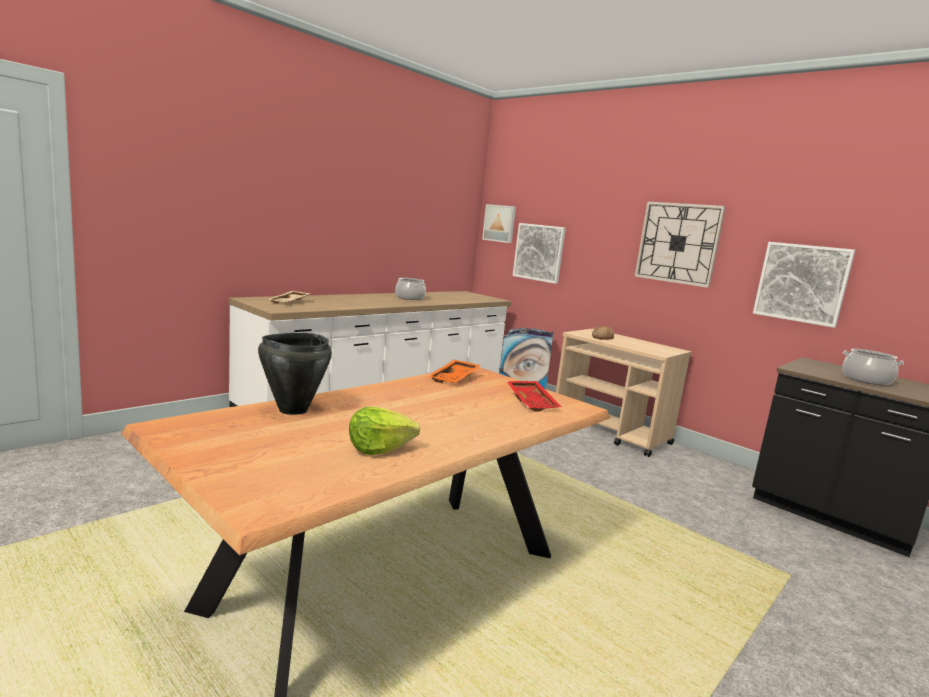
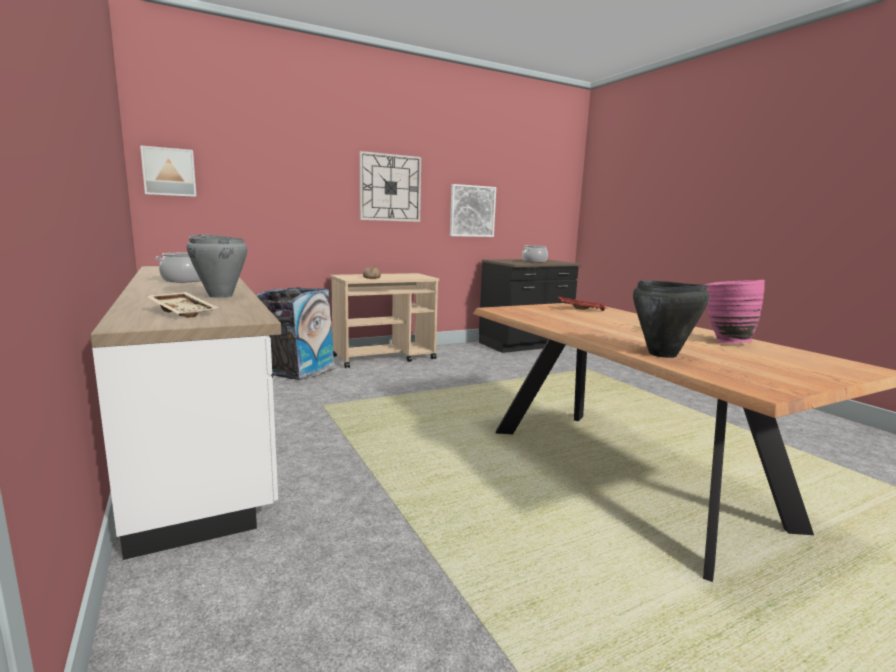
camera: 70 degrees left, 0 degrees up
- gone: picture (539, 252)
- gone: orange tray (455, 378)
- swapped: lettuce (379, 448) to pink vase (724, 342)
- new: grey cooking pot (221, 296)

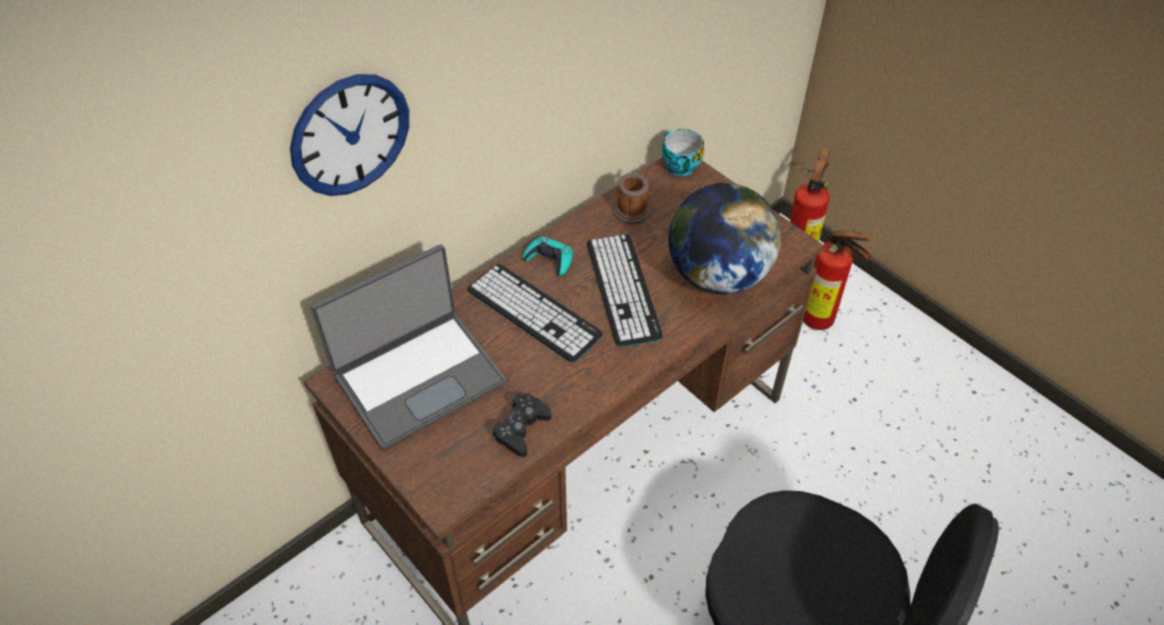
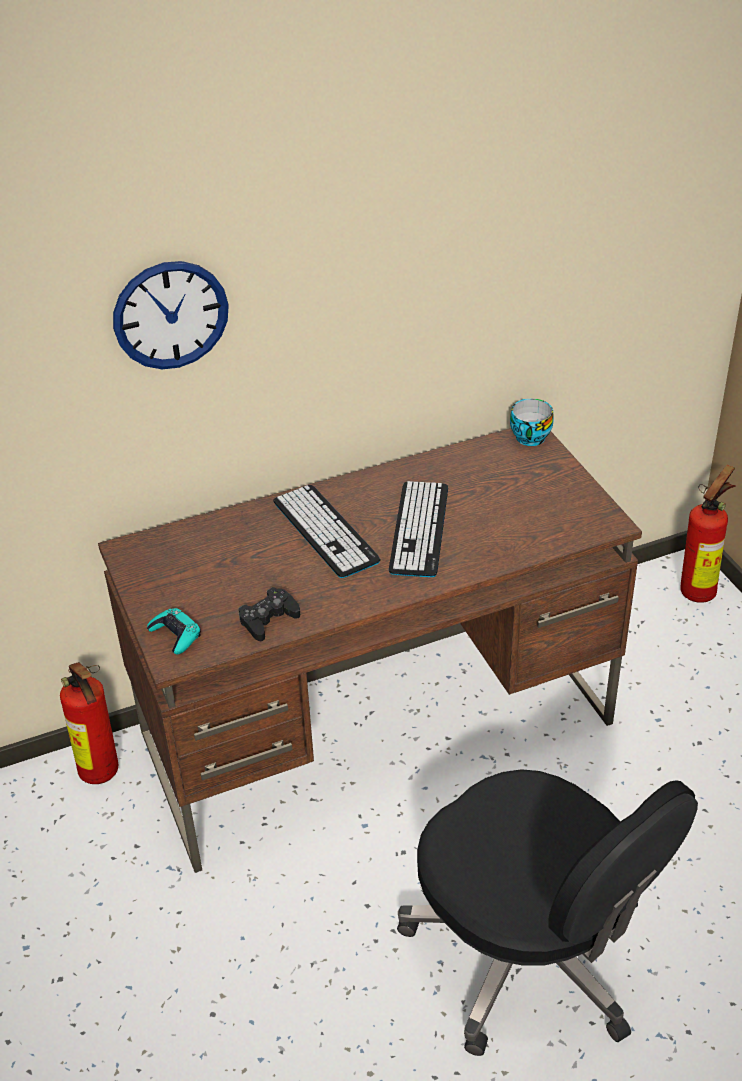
camera: 20 degrees right, 10 degrees down
- gone: mug (633, 208)
- gone: globe (717, 275)
- shifted: fire extinguisher (821, 322) to (101, 775)
- shifted: turquoise game controller (549, 259) to (176, 635)
- gone: laptop (419, 378)

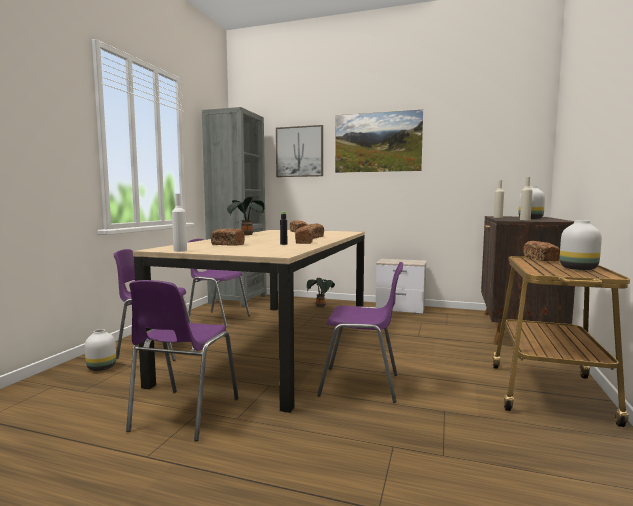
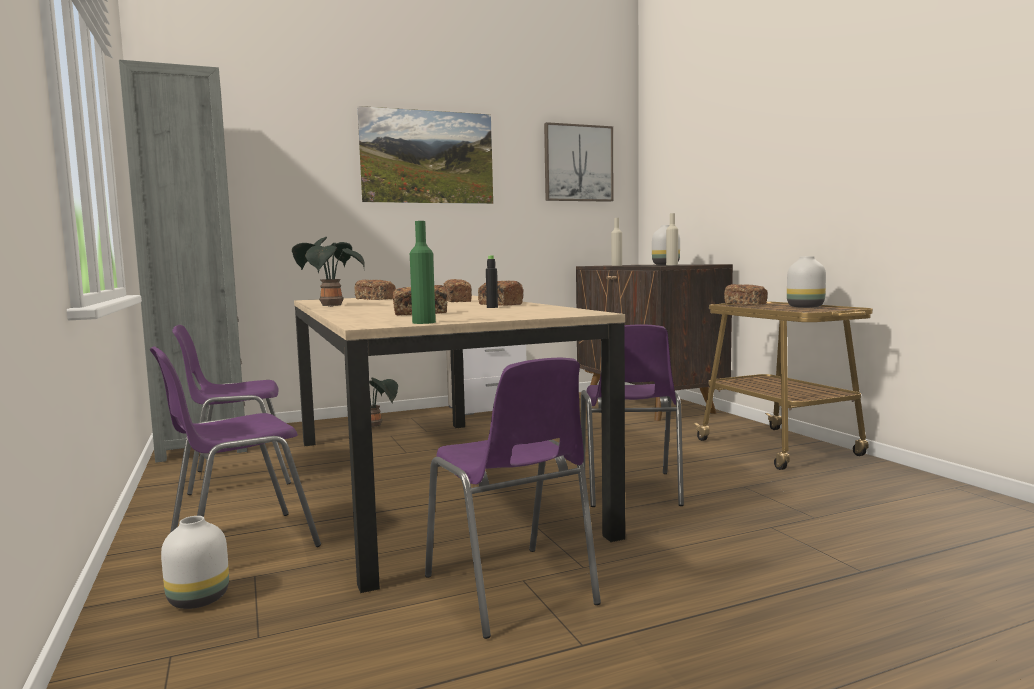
camera: 40 degrees left, 0 degrees up
- shifted: picture (299, 152) to (578, 163)
- repainted: white bottle (180, 250) to green bottle (424, 322)
- rotated: purple chair (362, 385) = (629, 490) 120 degrees clockwise

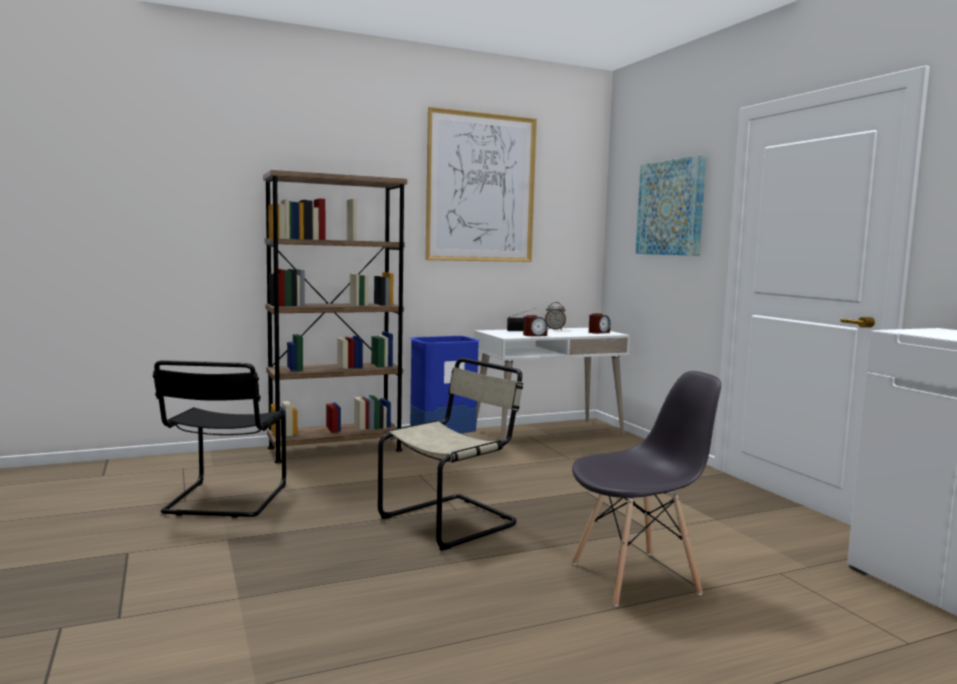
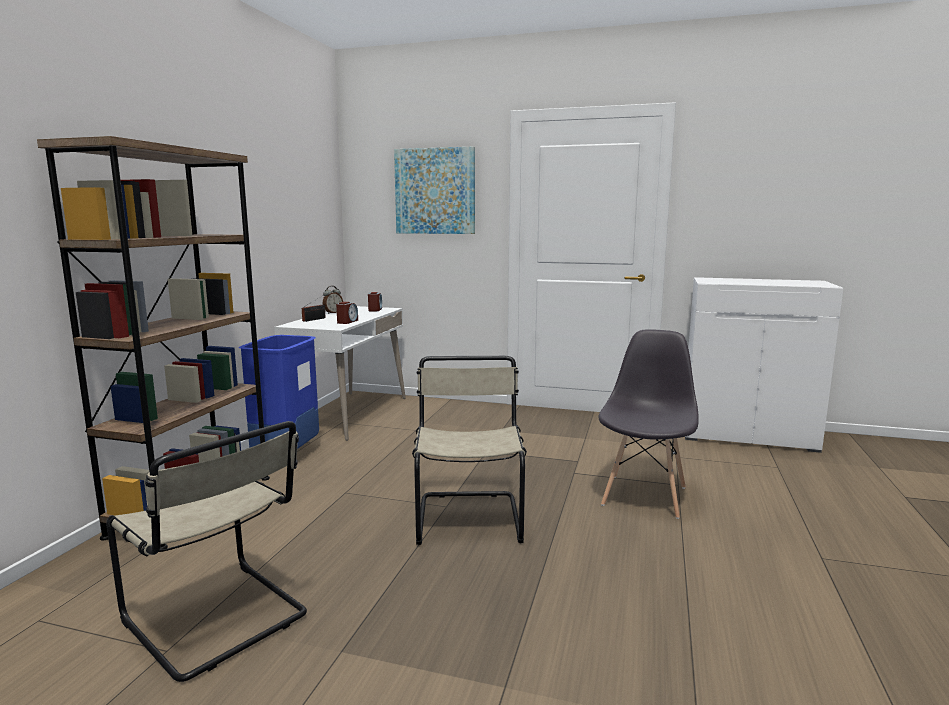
camera: 50 degrees left, 5 degrees up
- gone: picture (481, 188)
- repainted: black chair (224, 501) to beige chair (219, 620)

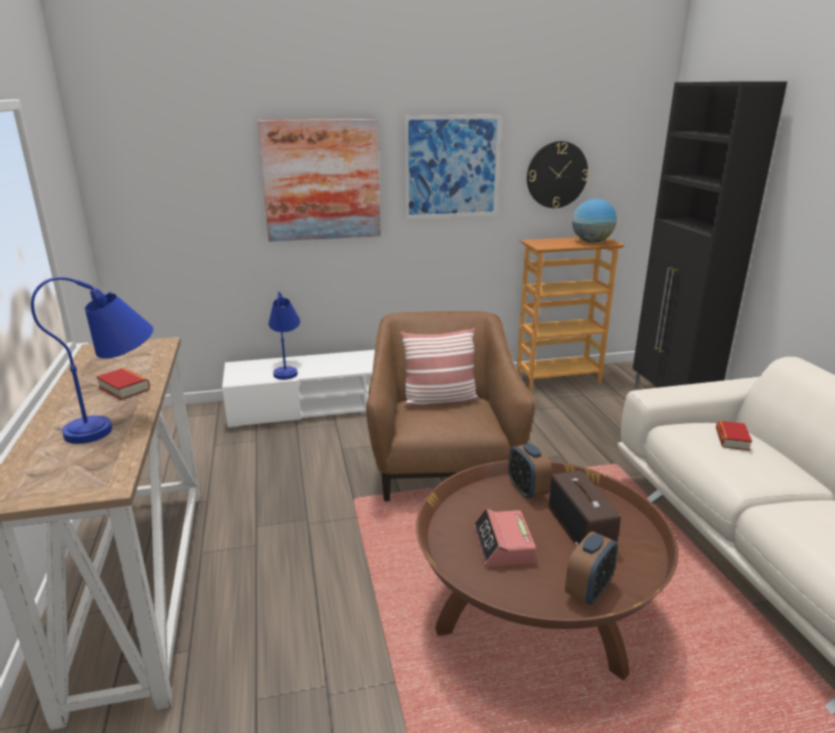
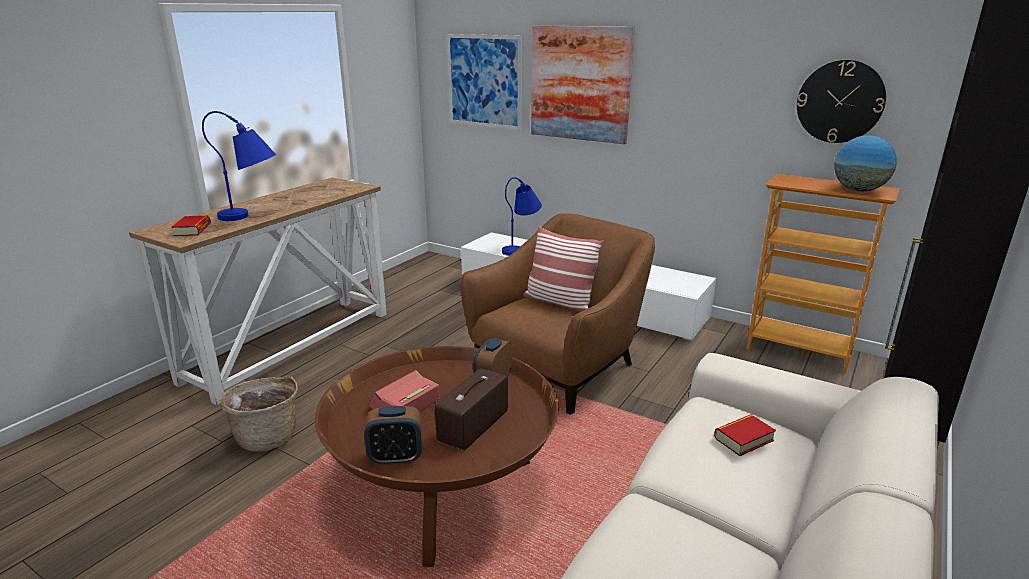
camera: 45 degrees right, 0 degrees up
- shifted: picture (452, 167) to (484, 81)
- shifted: book (124, 388) to (192, 230)
- new: basket (268, 436)

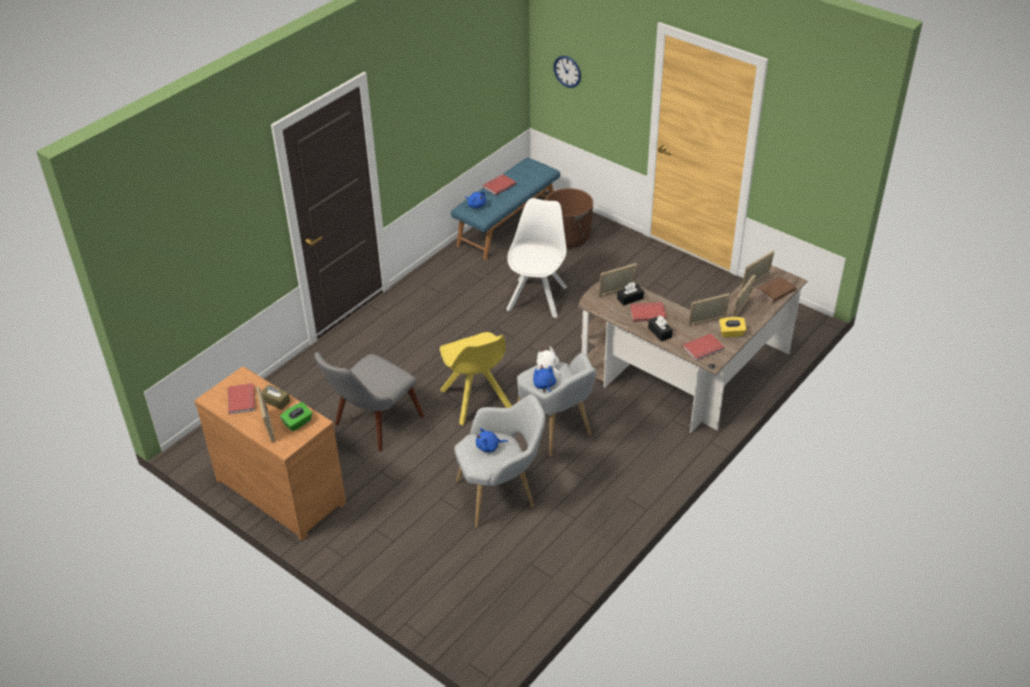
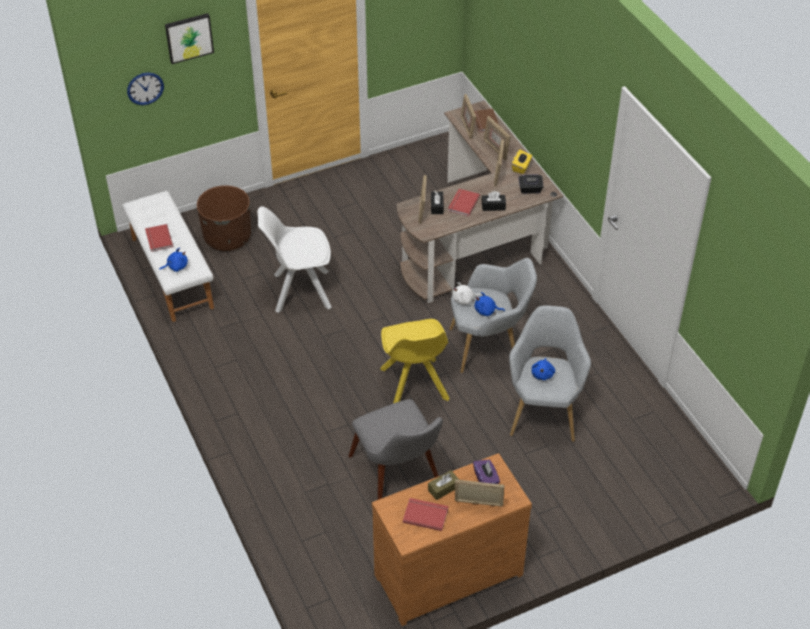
camera: 65 degrees left, 5 degrees up
- repainted: blue bench (507, 225) to white bench (171, 273)
- rotated: white chair (537, 297) = (300, 291) 45 degrees counterclockwise
- rotated: yellow chair (476, 400) = (414, 386) 75 degrees clockwise
- swapped: red book (704, 349) to black tissue box (530, 190)
- repainted: green tissue box (298, 423) to purple tissue box (486, 479)
- new: picture (189, 37)

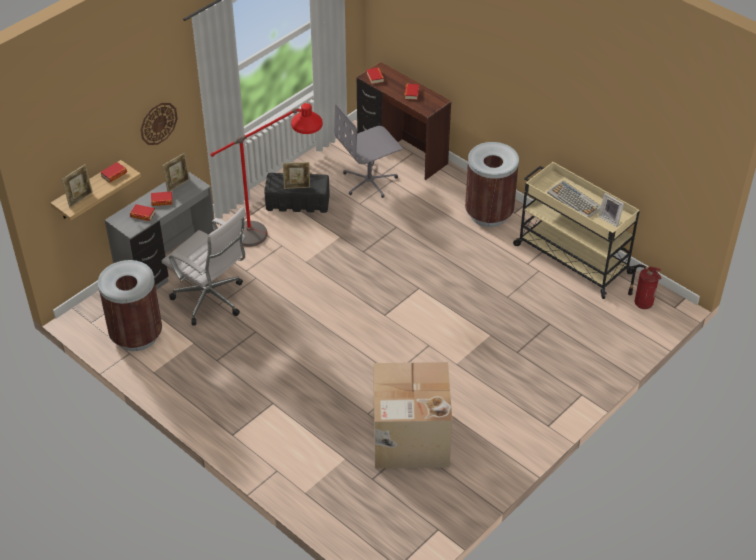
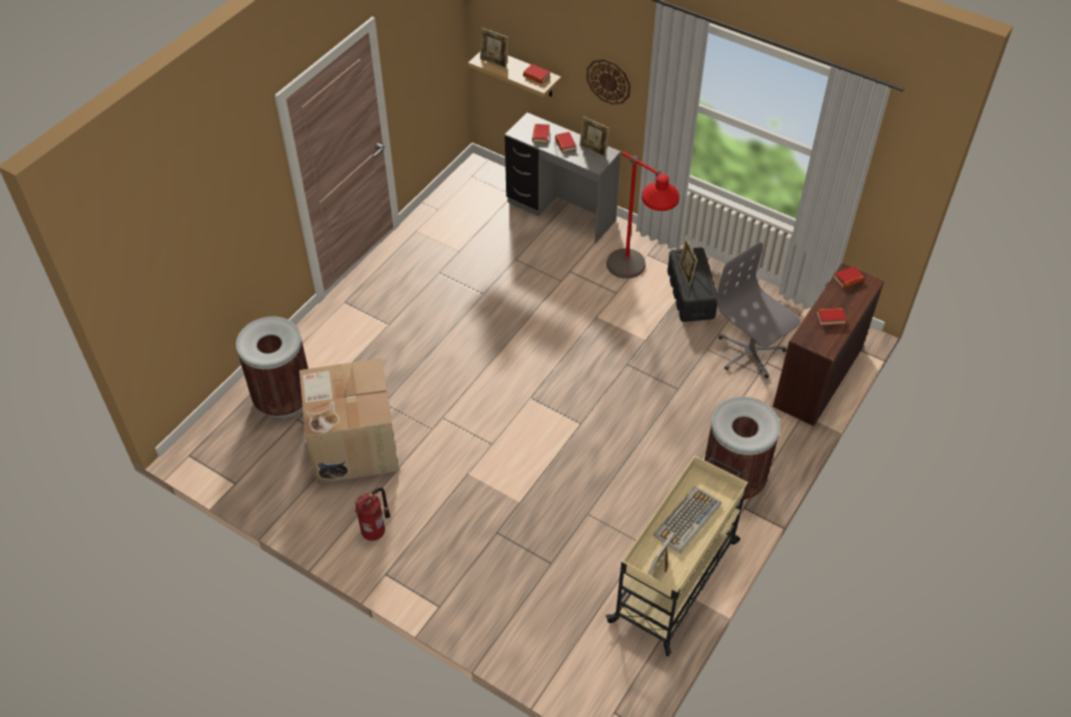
camera: 80 degrees right, 5 degrees up
- gone: white office chair (212, 301)
- shifted: brown trash can (136, 335) to (283, 399)
- shifted: fire extinguisher (642, 303) to (375, 531)

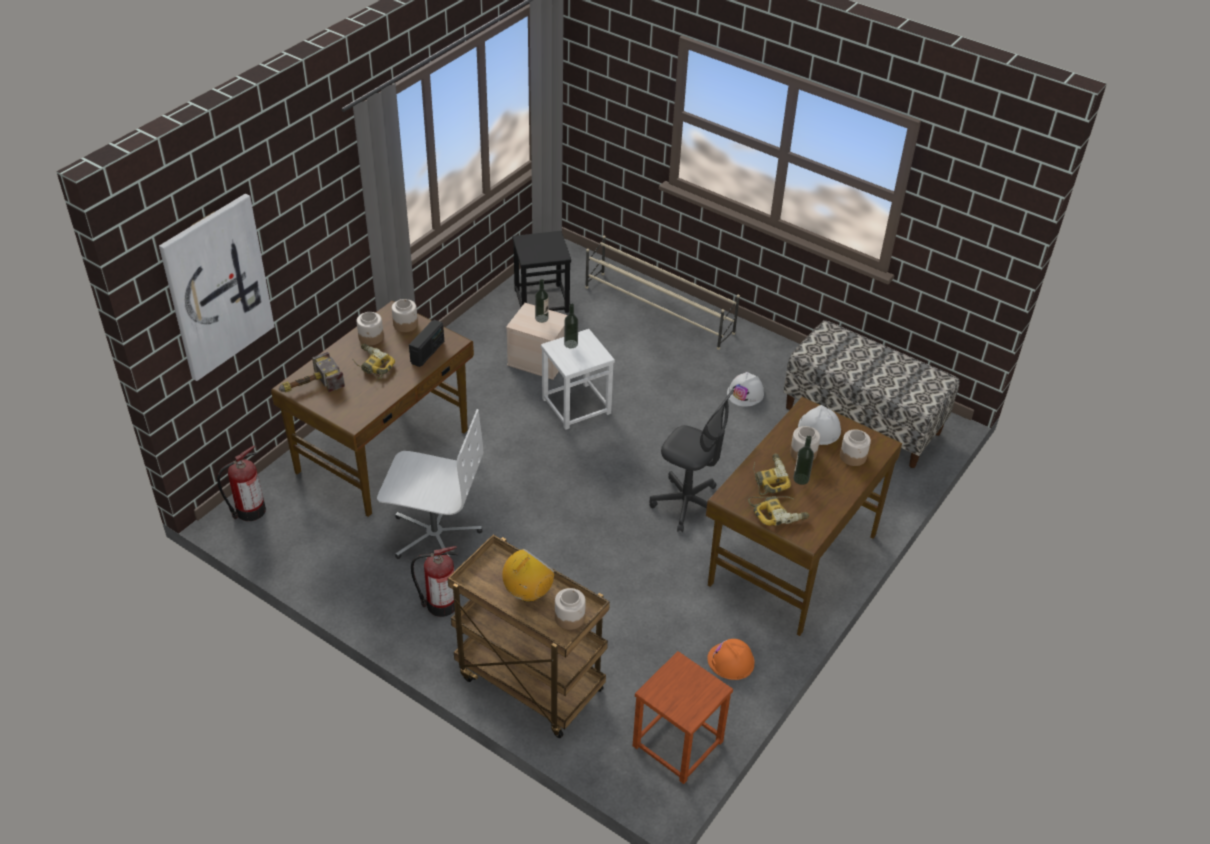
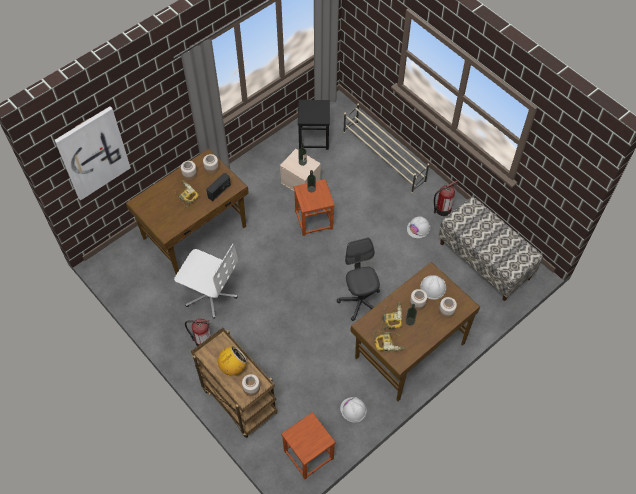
camera: 15 degrees right, 15 degrees up
- repainted: white stool (576, 405) to brown stool (314, 219)
- gone: hammer (309, 386)
- rotated: grey office chair (687, 505) = (359, 301) 150 degrees counterclockwise
- shifted: fire extinguisher (249, 511) to (442, 210)
- repainted: orange hard hat (730, 661) to white hard hat (353, 410)

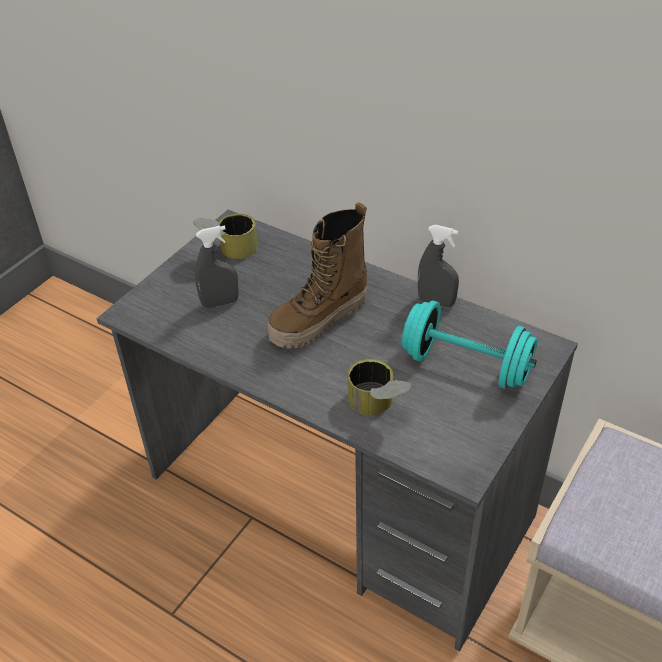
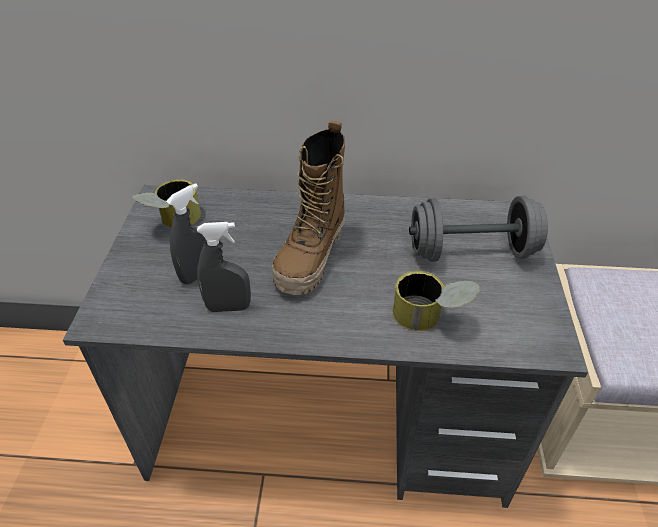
camera: 30 degrees left, 0 degrees up
- shifted: grey spray bottle (436, 302) to (228, 307)
- repainted: turquoise dumbbell (466, 365) to grey dumbbell (471, 251)

